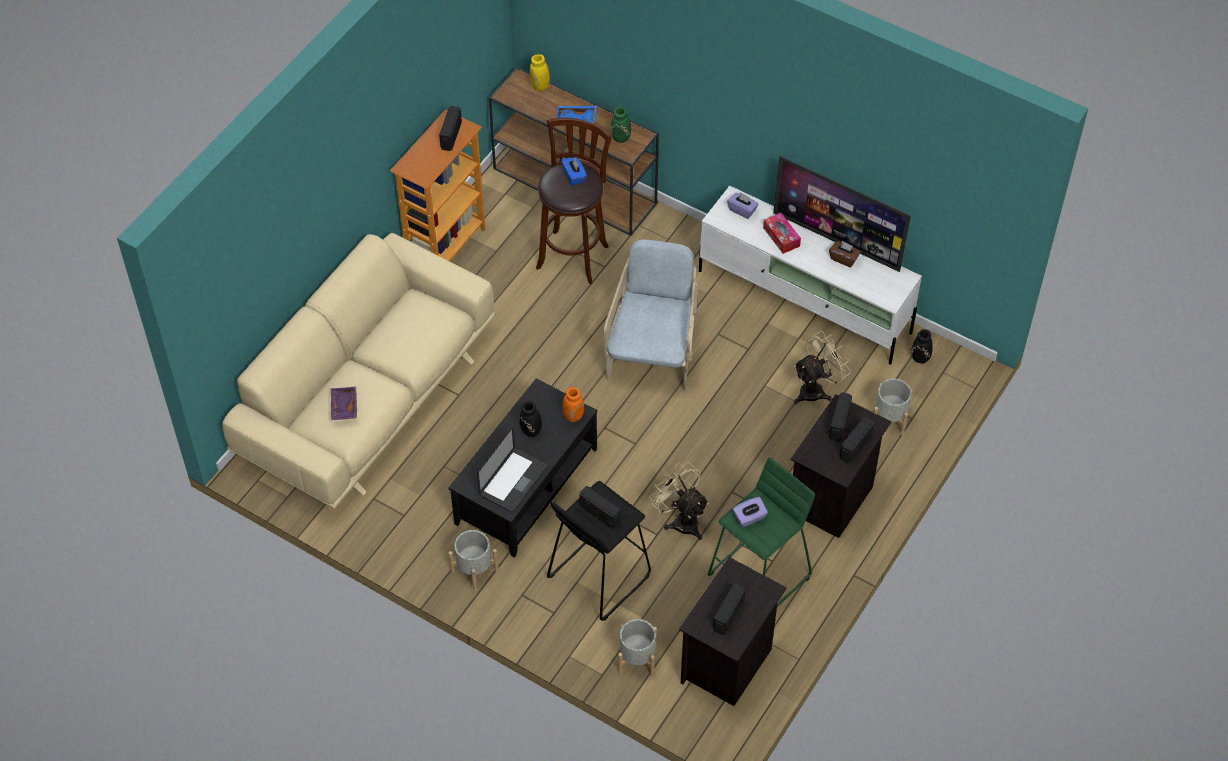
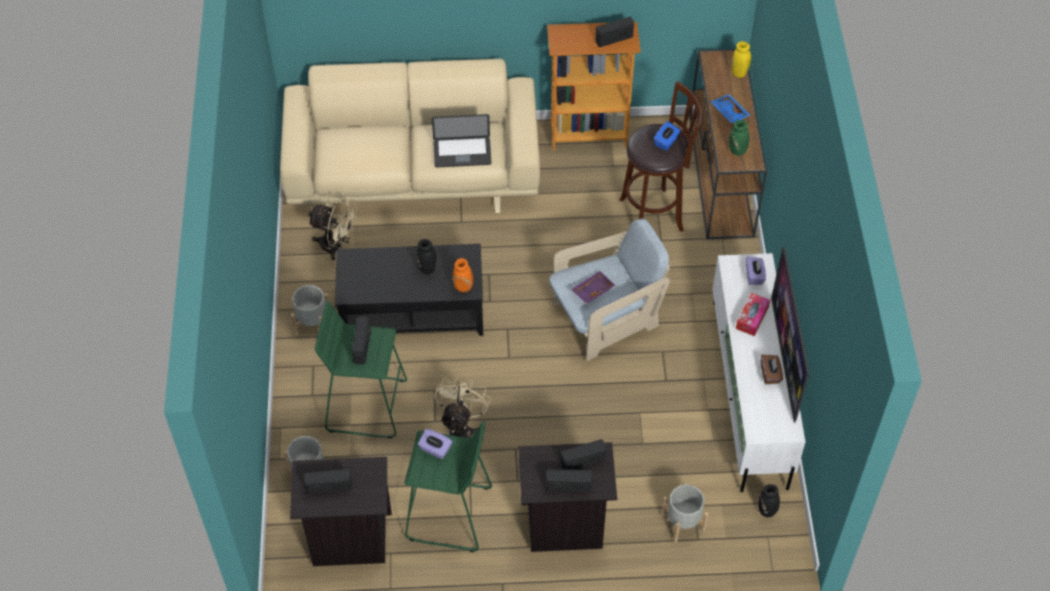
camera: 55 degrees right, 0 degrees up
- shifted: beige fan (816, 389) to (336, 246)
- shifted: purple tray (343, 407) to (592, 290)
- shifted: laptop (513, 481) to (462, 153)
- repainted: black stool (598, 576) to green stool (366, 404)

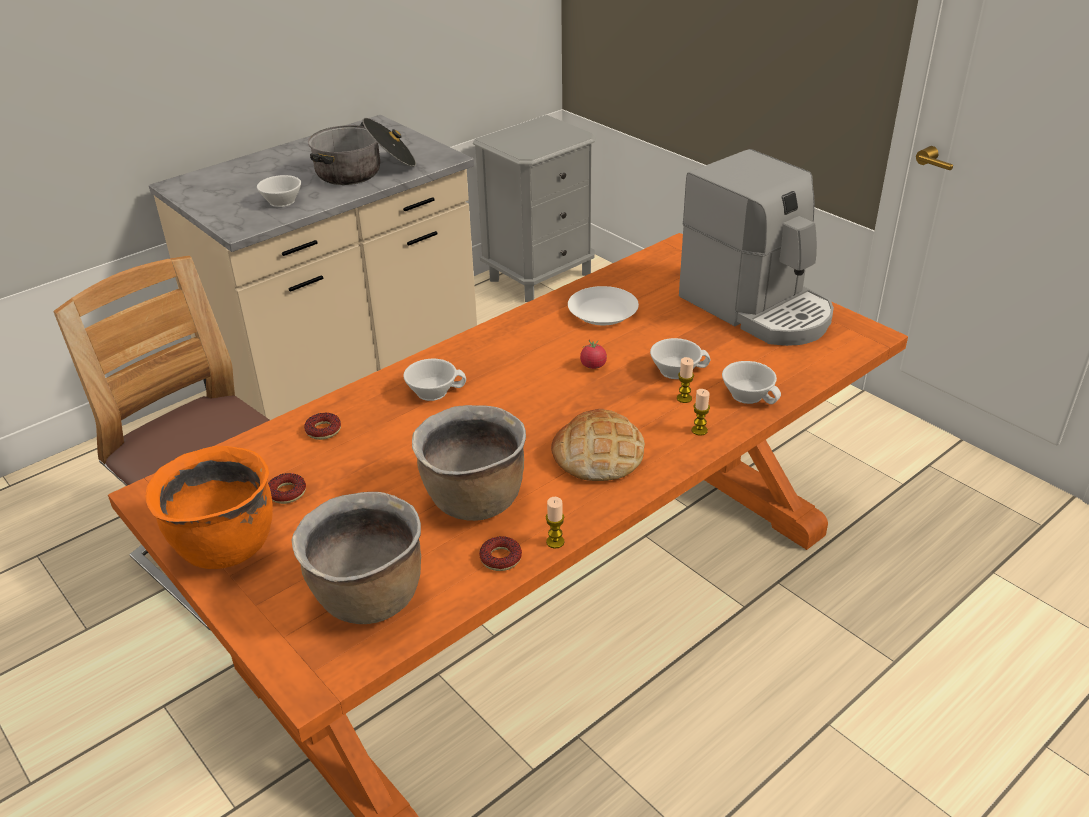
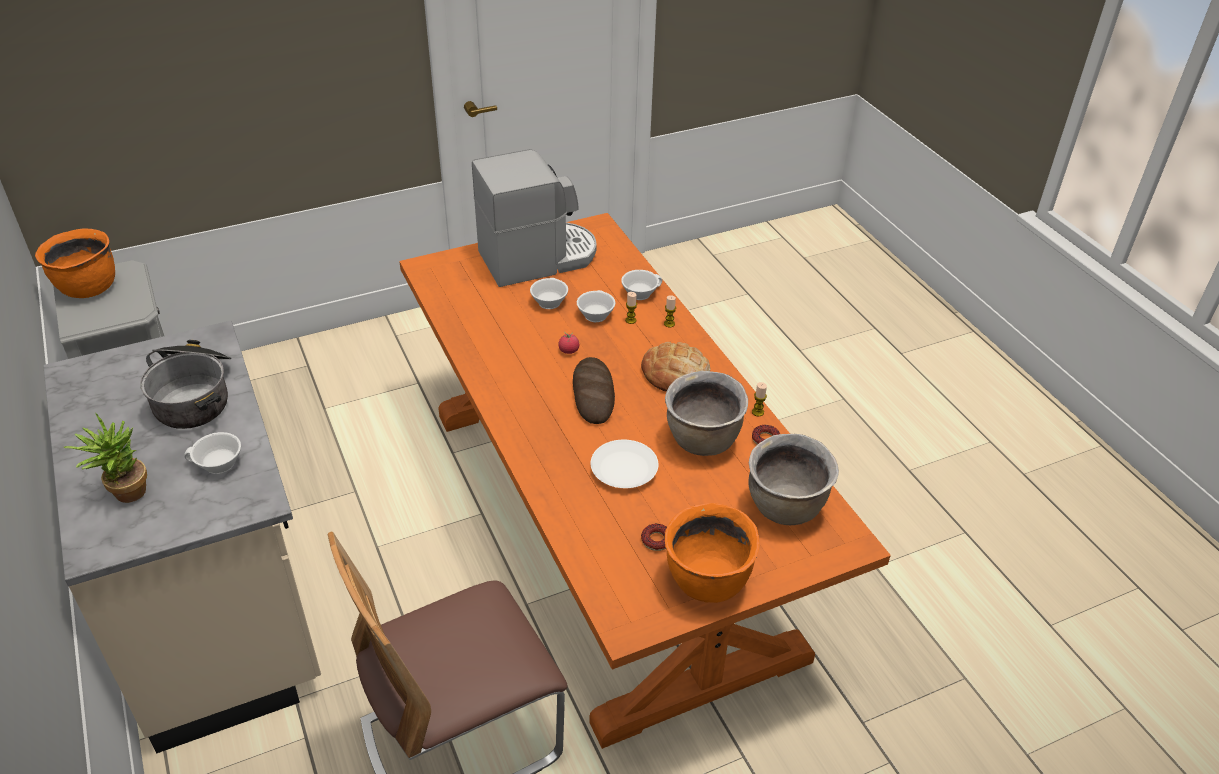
camera: 75 degrees left, 5 degrees up
- shifted: white plate (602, 312) to (625, 470)
- shifted: white cup (433, 390) to (548, 301)
- gone: donut (323, 430)
- new: orange cooking pot (87, 288)
- new: bread (593, 394)
- new: potted plant (124, 493)

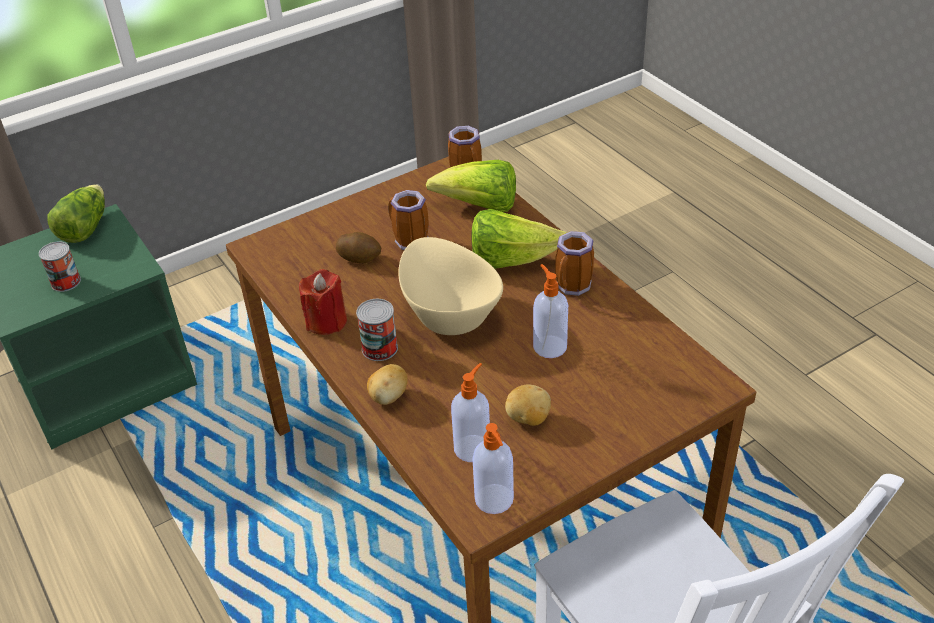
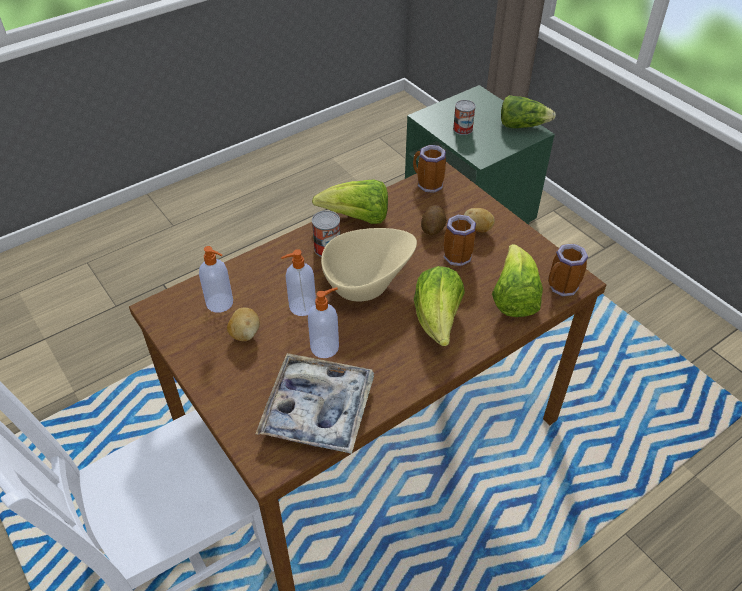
camera: 85 degrees right, 5 degrees up
- shifted: mug (573, 287) to (427, 185)
- swapped: red candle (326, 321) to lettuce (357, 218)
- shifted: potato (389, 397) to (477, 229)
- shifted: soap dispenser (494, 500) to (301, 306)
- new: tray (318, 409)

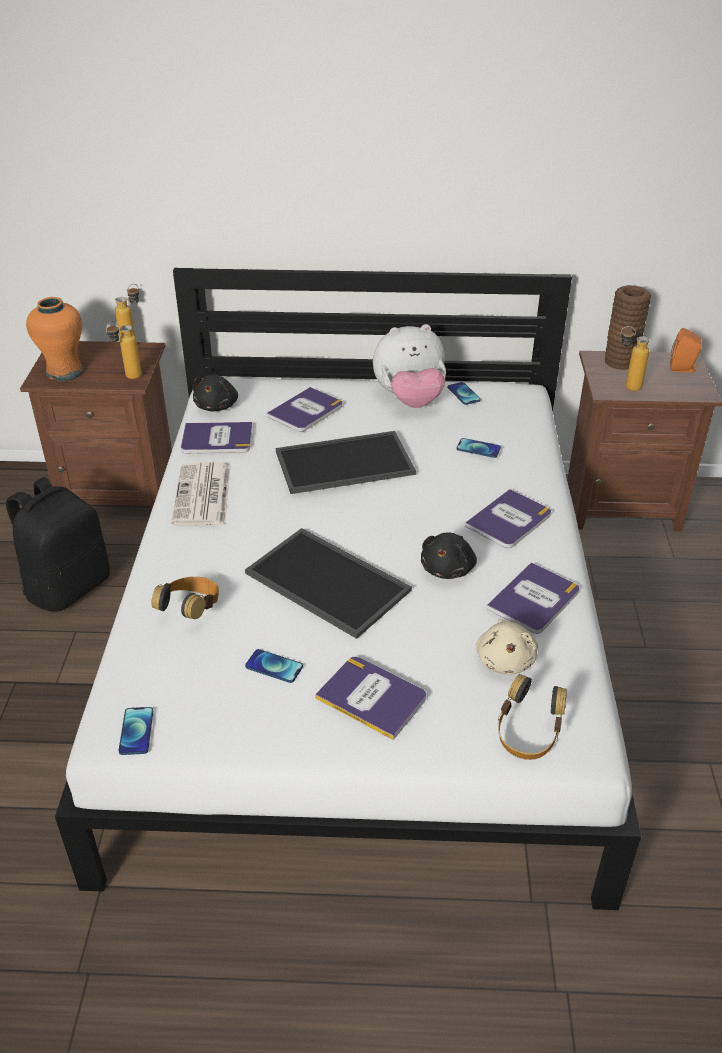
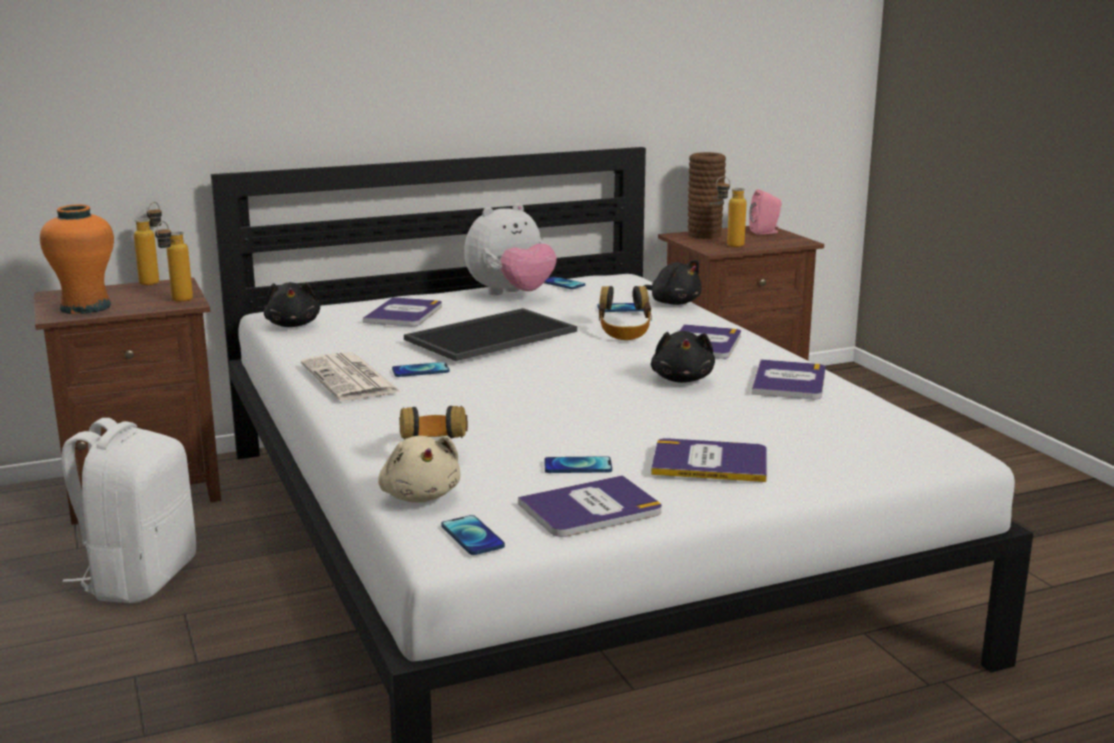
camera: 25 degrees left, 20 degrees down
- repainted: orange speaker (683, 369) to pink speaker (766, 232)
- shifted: book (217, 439) to (591, 509)
- repainted: black backpack (68, 587) to white backpack (139, 579)
- gone: tray (324, 582)
- shifted: beige plush toy (505, 659) to (420, 495)
- shifted: headphones (528, 735) to (624, 332)
- new: black plush toy (673, 303)
- new: phone (420, 371)

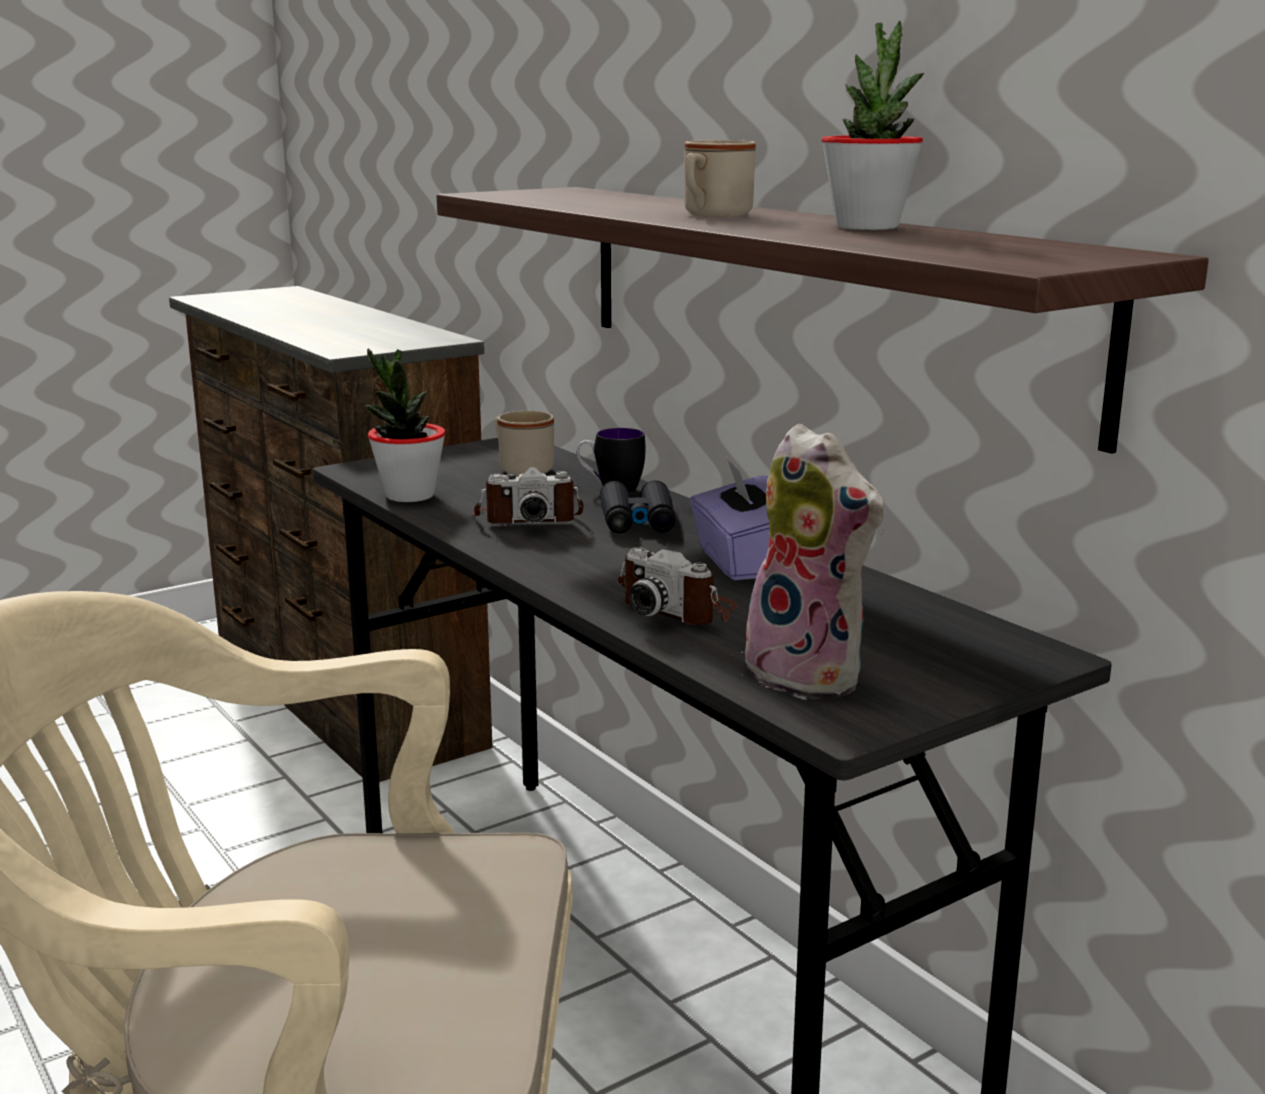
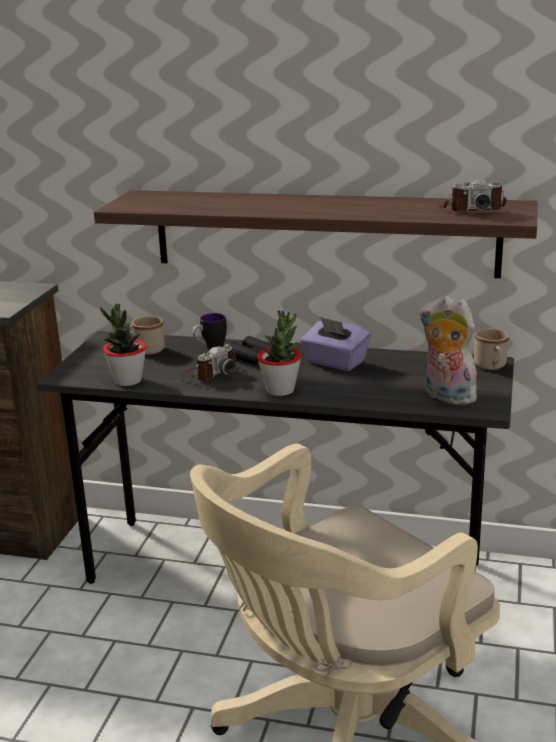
camera: 40 degrees left, 5 degrees up
- shifted: potted plant (867, 227) to (280, 390)
- shifted: beige mug (712, 215) to (491, 366)
- rotated: plush toy (812, 675) = (446, 397) 150 degrees counterclockwise
- shifted: photo camera (678, 609) to (471, 209)

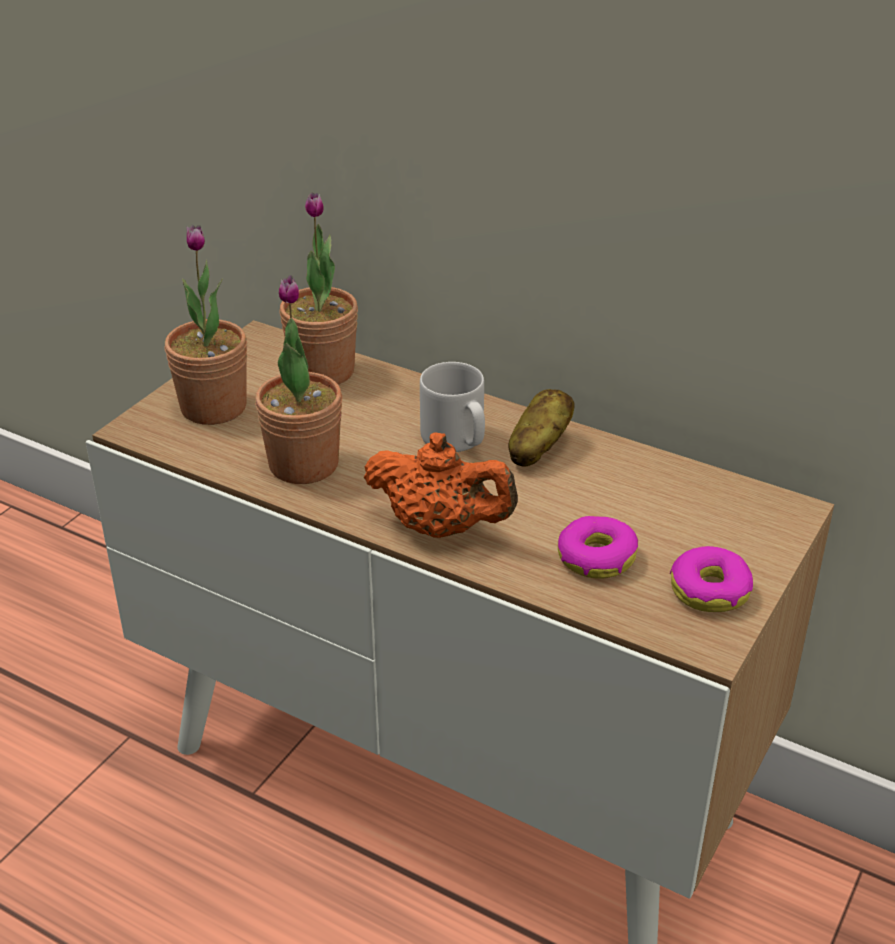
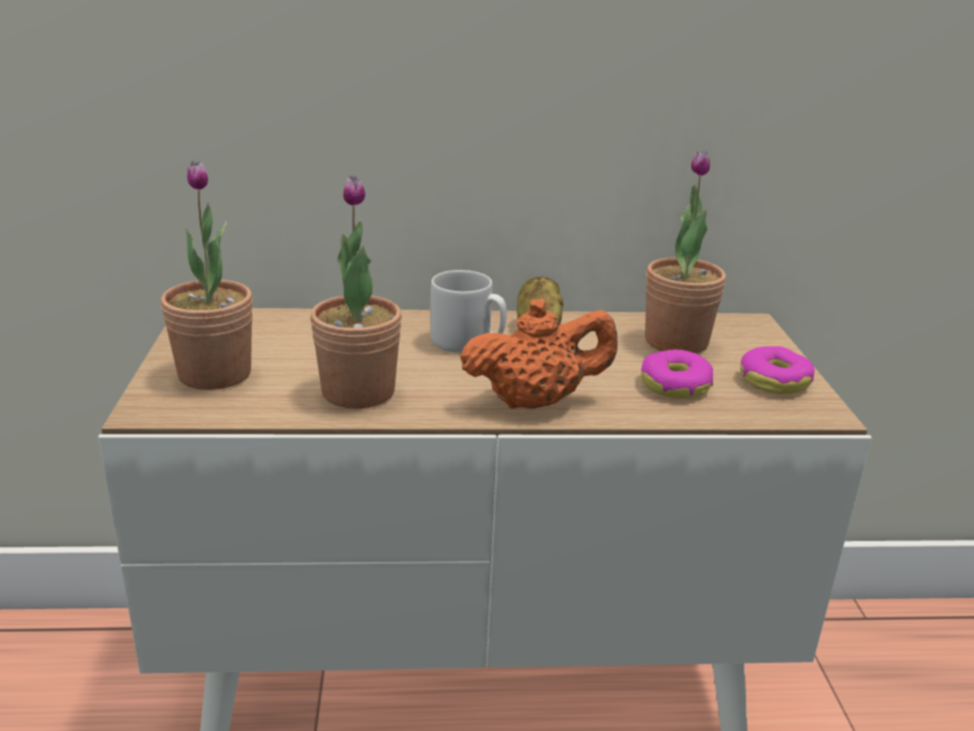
camera: 35 degrees left, 10 degrees down
- shifted: potted plant (322, 371) to (676, 342)

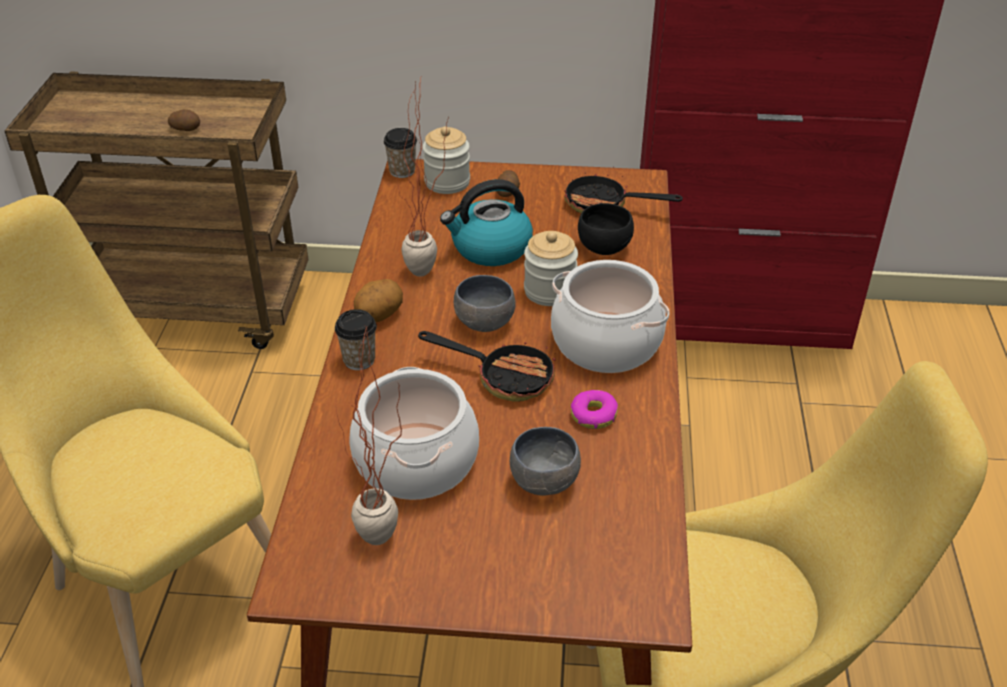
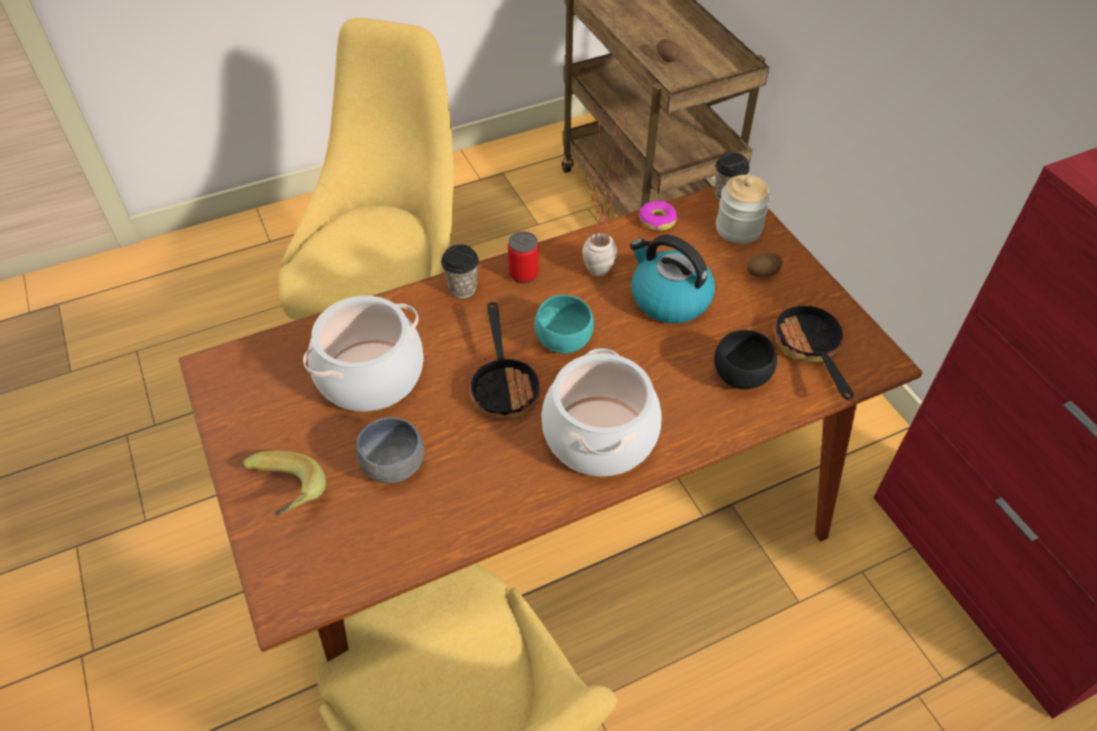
camera: 60 degrees right, 10 degrees up
- gone: jar (549, 291)
- repainted: grey bowl (486, 322) to turquoise bowl (565, 342)
- swapped: potato (379, 315) to can (523, 274)
- gone: potted plant (382, 548)
- shifted: donut (593, 415) to (657, 220)
- new: banana (283, 498)

